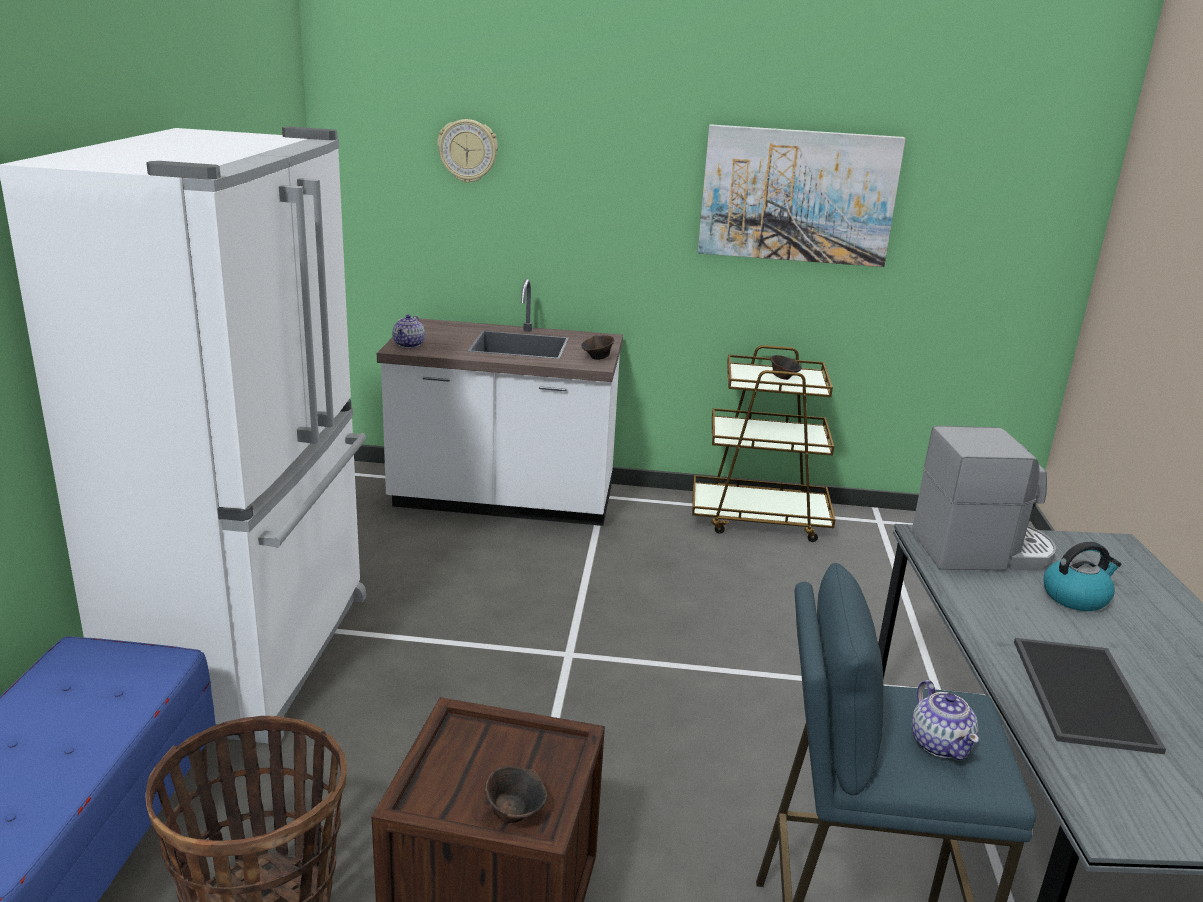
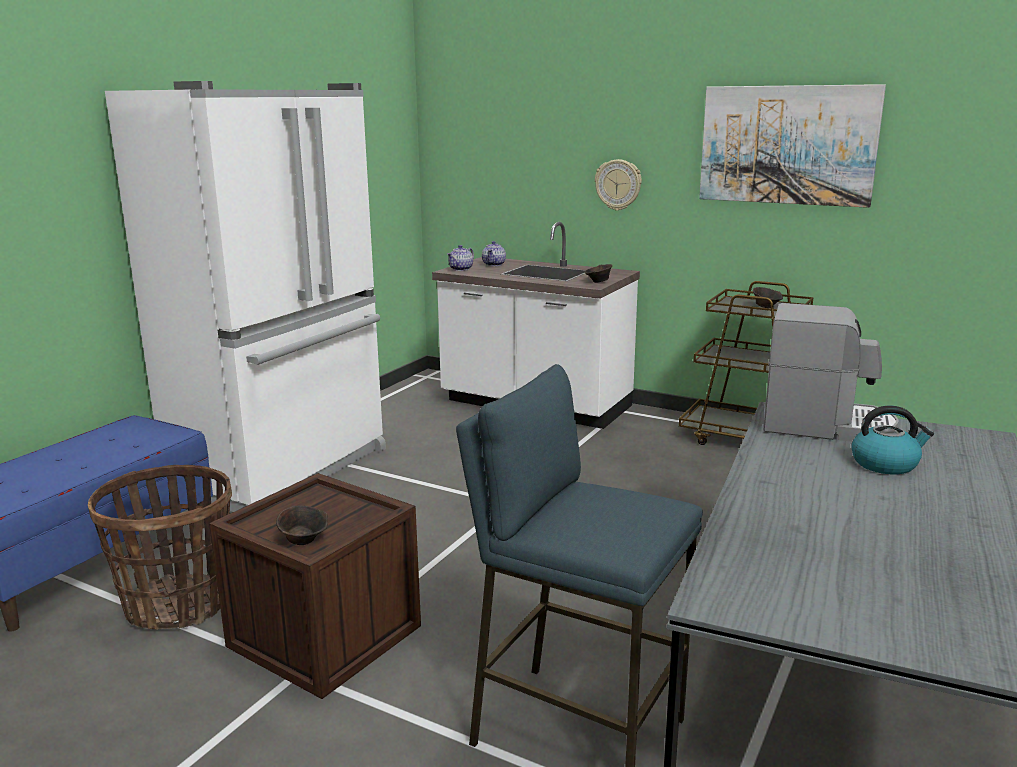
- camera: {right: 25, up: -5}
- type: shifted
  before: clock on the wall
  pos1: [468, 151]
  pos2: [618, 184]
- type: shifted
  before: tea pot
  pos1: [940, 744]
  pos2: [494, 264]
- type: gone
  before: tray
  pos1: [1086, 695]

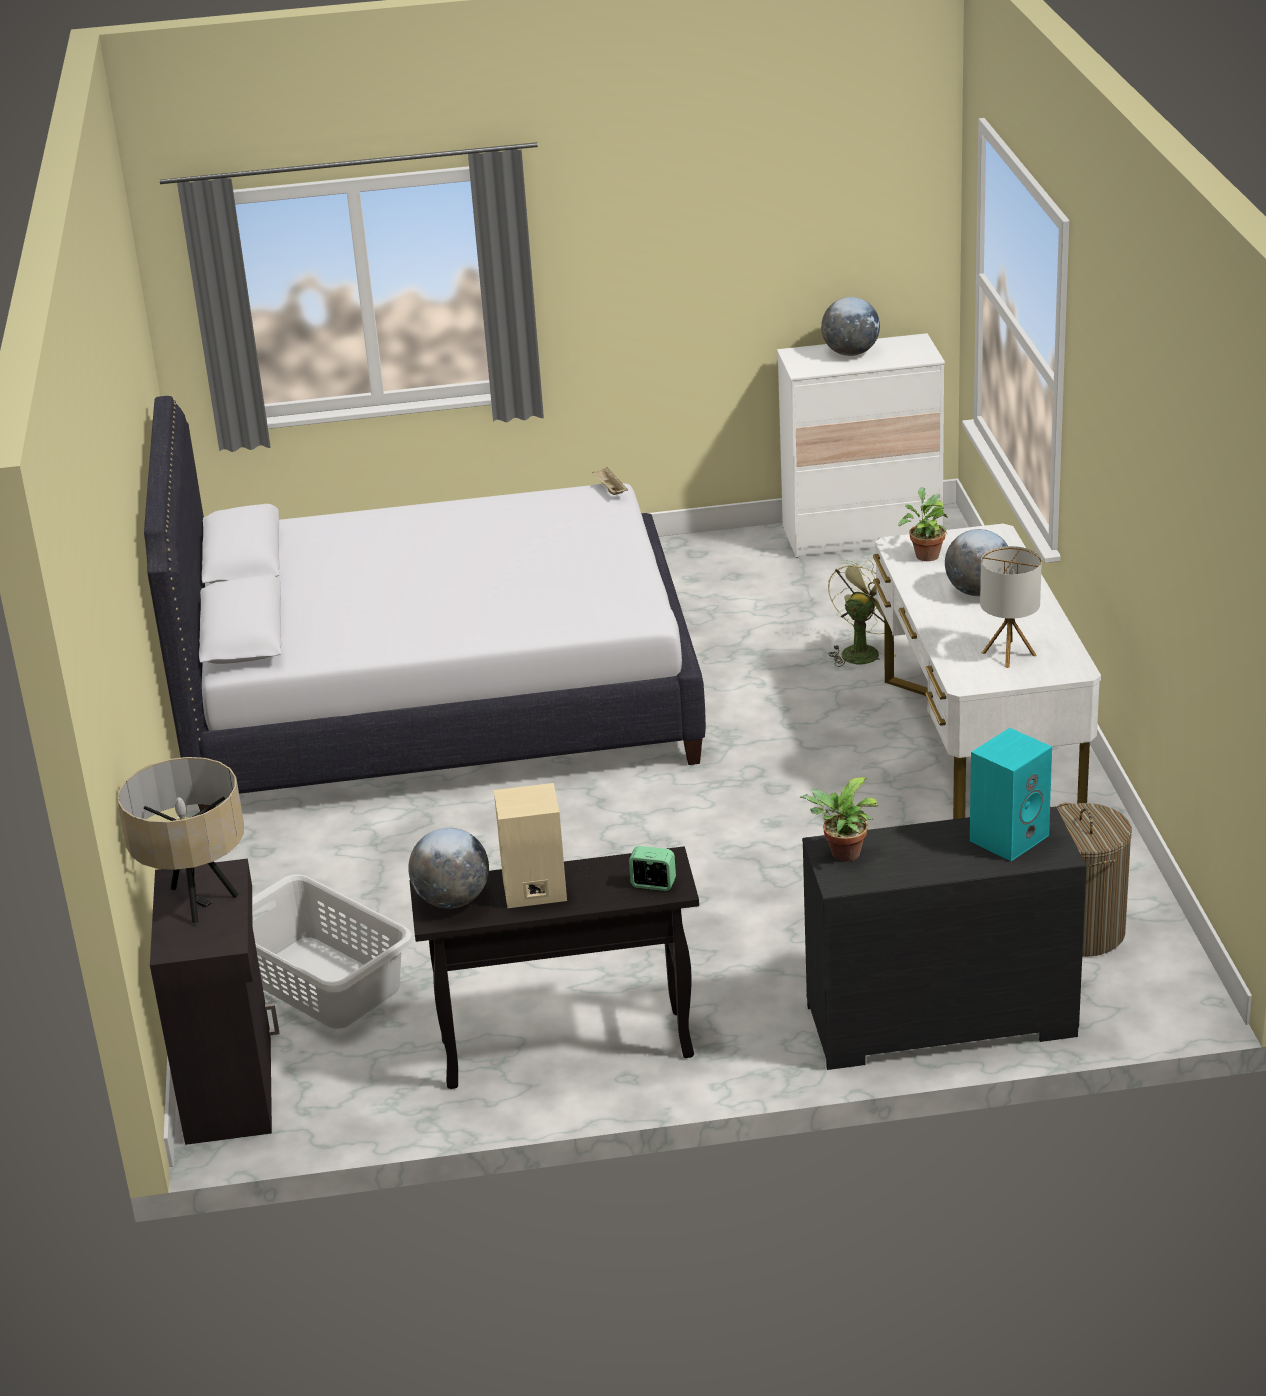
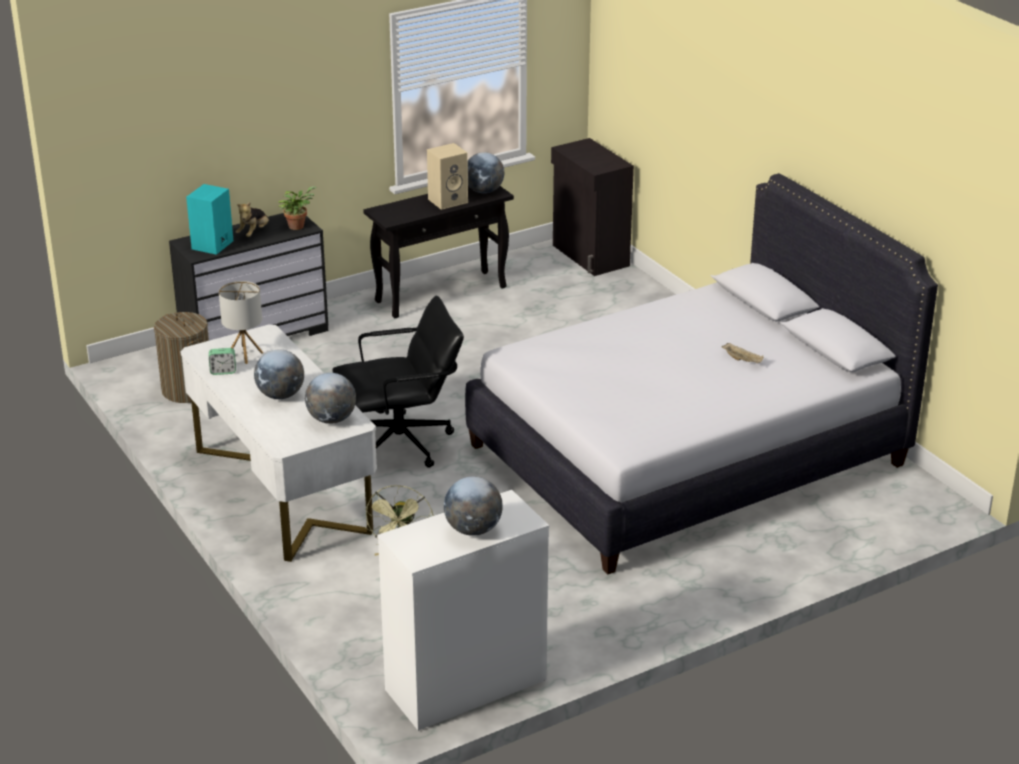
- camera: {right: 155, up: 0}
- type: gone
  before: lamp for a table (sand-coloured)
  pos1: [197, 900]
- type: gone
  before: washing basket (gray)
  pos1: [322, 984]
- type: shifted
  before: tray (sand-coloured)
  pos1: [610, 489]
  pos2: [743, 360]
- type: shifted
  before: bedside clock
  pos1: [653, 884]
  pos2: [223, 371]
- type: swapped
  before: plant in a pot
  after: world globe
  pos1: [925, 554]
  pos2: [331, 419]
- type: new
  after: soft toy
  pos2: [254, 233]
- type: new
  after: computer chair (blackish)
  pos2: [401, 444]

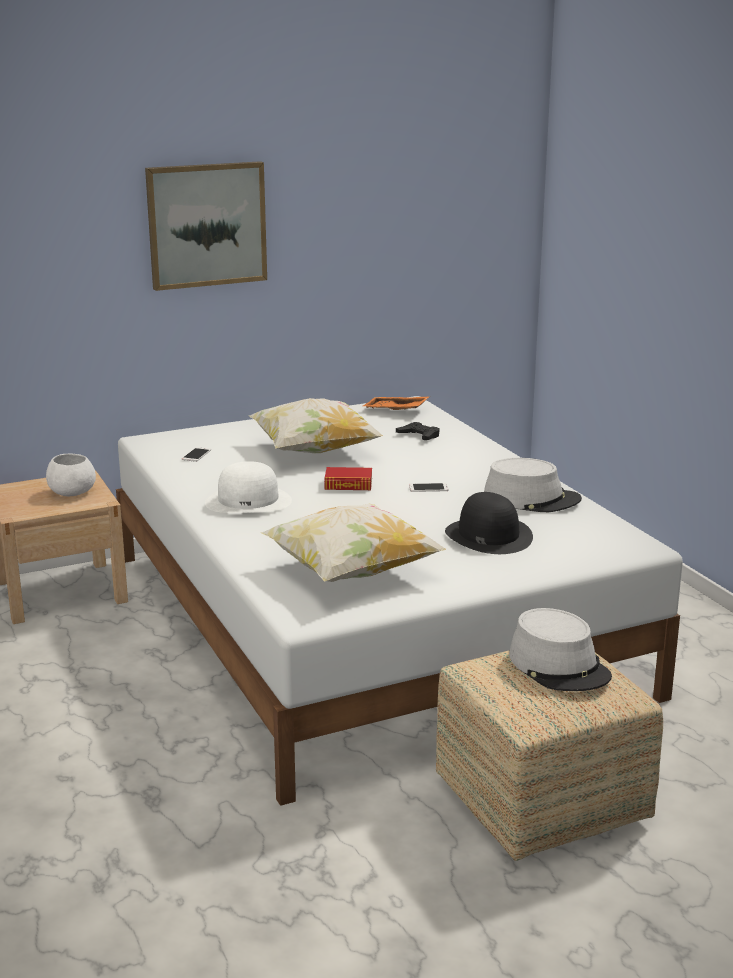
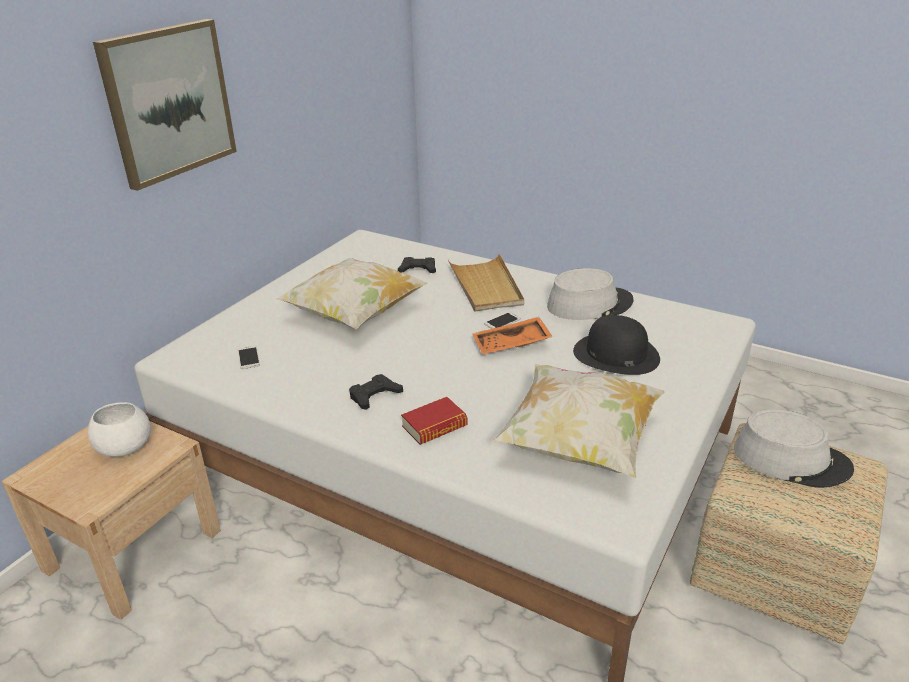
- camera: {right: -35, up: 10}
- type: swapped
  before: hat (white)
  after: joypad (blackish)
  pos1: [248, 501]
  pos2: [374, 396]
- type: shifted
  before: book
  pos1: [348, 484]
  pos2: [434, 426]
- type: shifted
  before: tray (orangey)
  pos1: [395, 410]
  pos2: [511, 345]
- type: new
  after: tray (sand-coloured)
  pos2: [486, 286]

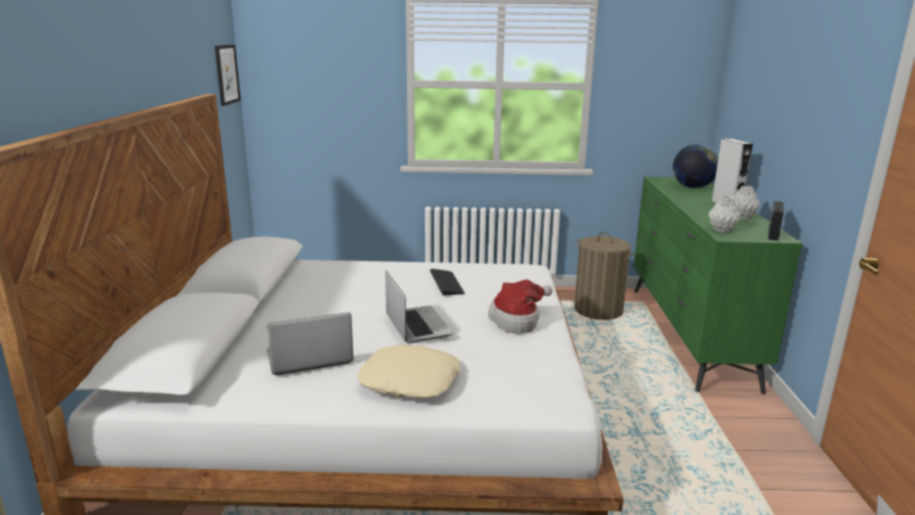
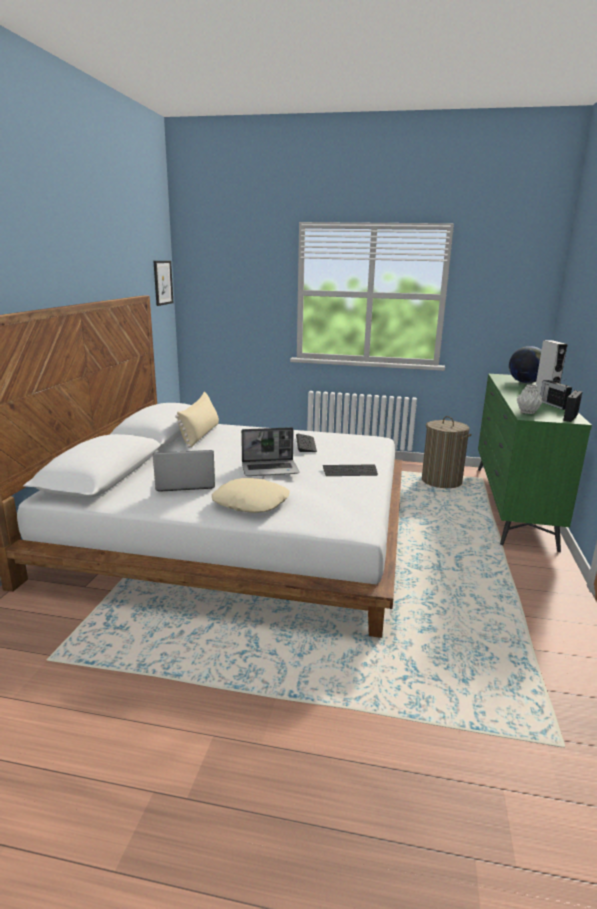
- camera: {right: 10, up: 0}
- type: rotated
  before: laptop
  pos1: [416, 325]
  pos2: [270, 469]
  turn: 90
- type: swapped
  before: hat
  after: PC keyboard
  pos1: [518, 320]
  pos2: [350, 472]
- type: swapped
  before: vase (gray)
  after: radio
  pos1: [742, 217]
  pos2: [552, 405]
- type: new
  after: cushion (sand-coloured)
  pos2: [200, 435]

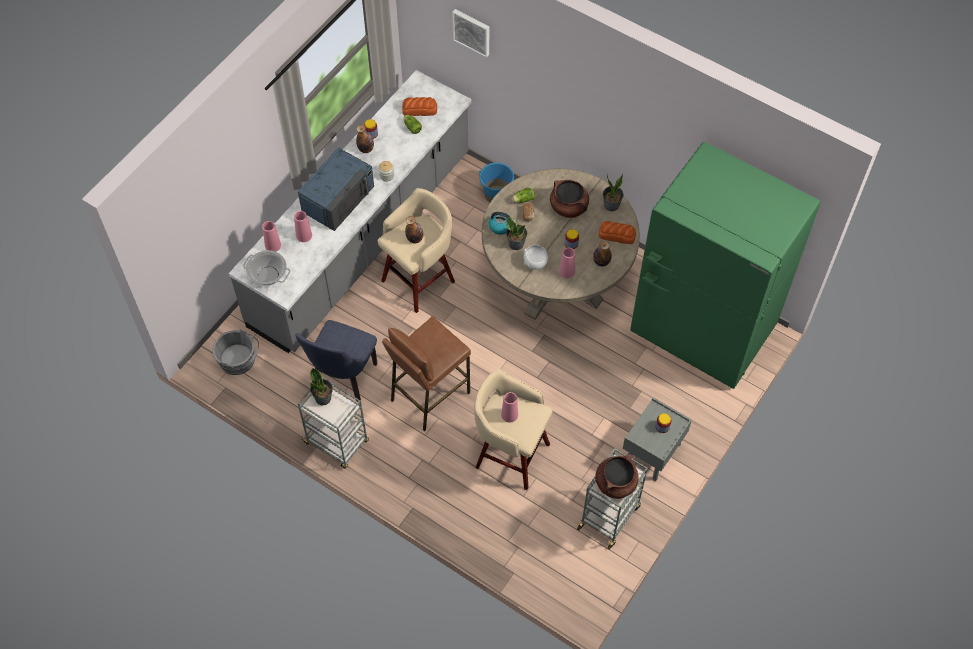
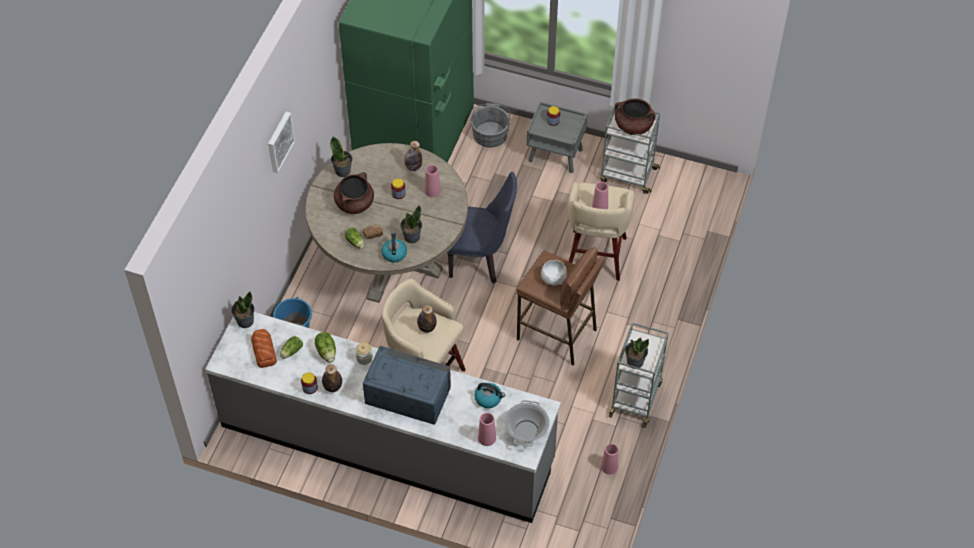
- camera: {right: -105, up: -5}
- type: shifted
  before: pail (gray)
  pos1: [239, 360]
  pos2: [490, 132]
- type: shifted
  before: vase (pinkish)
  pos1: [304, 235]
  pos2: [609, 467]
- type: shifted
  before: upright chair (blue)
  pos1: [343, 379]
  pos2: [481, 261]
- type: shifted
  before: wall art
  pos1: [472, 31]
  pos2: [279, 141]
- type: shifted
  before: serving bowl (white)
  pos1: [535, 263]
  pos2: [553, 278]
- type: gone
  before: bread
  pos1: [617, 235]
- type: new
  after: plant in a pot
  pos2: [245, 321]
- type: new
  after: lettuce
  pos2: [327, 352]
- type: new
  after: tea kettle
  pos2: [488, 398]

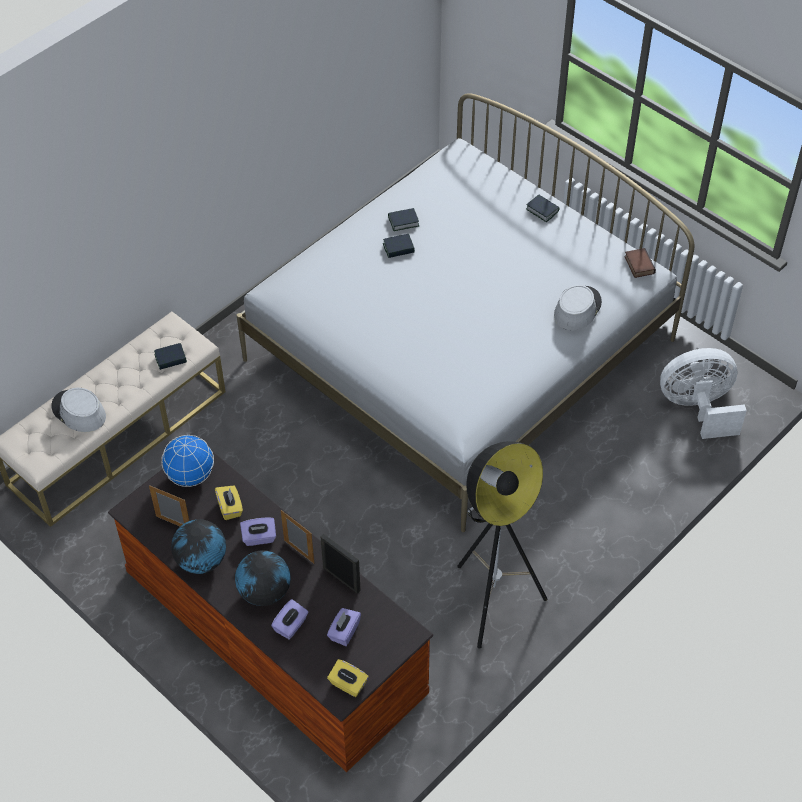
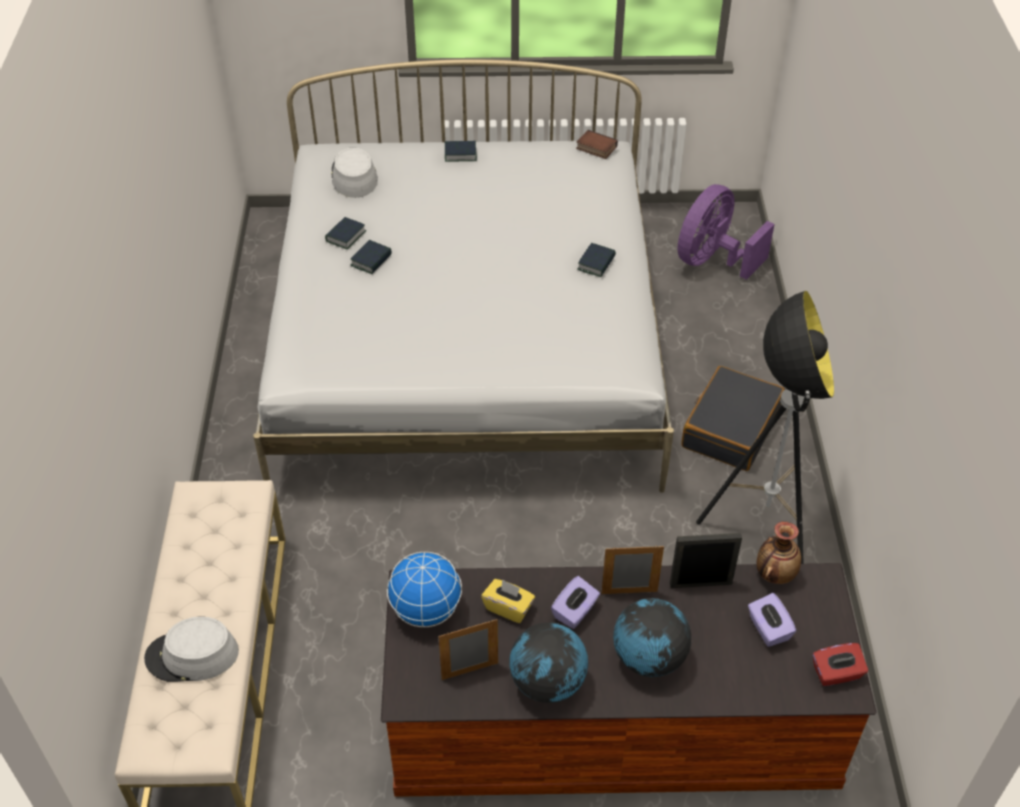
- camera: {right: -45, up: -5}
- type: shifted
  before: book
  pos1: [170, 359]
  pos2: [596, 263]
- type: gone
  before: box of tissues (purple-coloured)
  pos1: [291, 626]
- type: repainted
  before: box of tissues (yellow-coloured)
  after: box of tissues (red-coloured)
  pos1: [348, 684]
  pos2: [836, 673]
- type: shifted
  before: hat (gray)
  pos1: [577, 309]
  pos2: [353, 176]
- type: repainted
  before: fan (white)
  after: fan (purple-coloured)
  pos1: [698, 408]
  pos2: [712, 260]
- type: new
  after: travel case (blackish)
  pos2: [730, 428]
- type: new
  after: vase
  pos2: [774, 573]

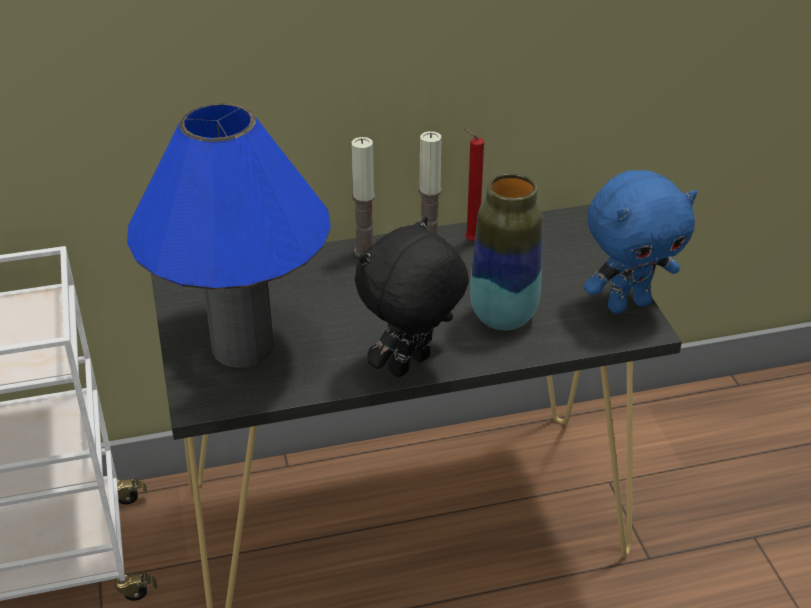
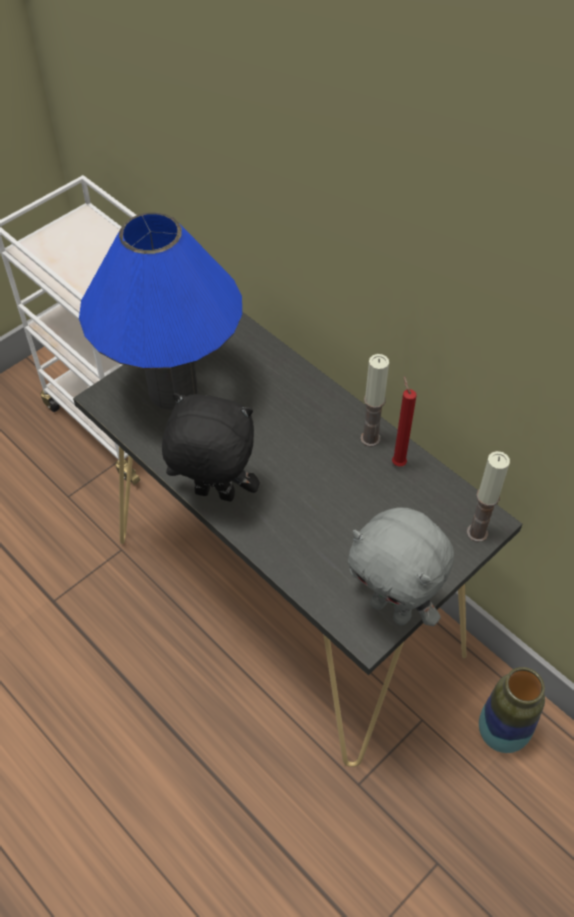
- camera: {right: 60, up: 15}
- type: shifted
  before: wax light
  pos1: [365, 252]
  pos2: [477, 533]
- type: shifted
  before: vase
  pos1: [503, 317]
  pos2: [501, 733]
- type: repainted
  before: soft toy (blue)
  after: soft toy (gray)
  pos1: [628, 304]
  pos2: [392, 609]

